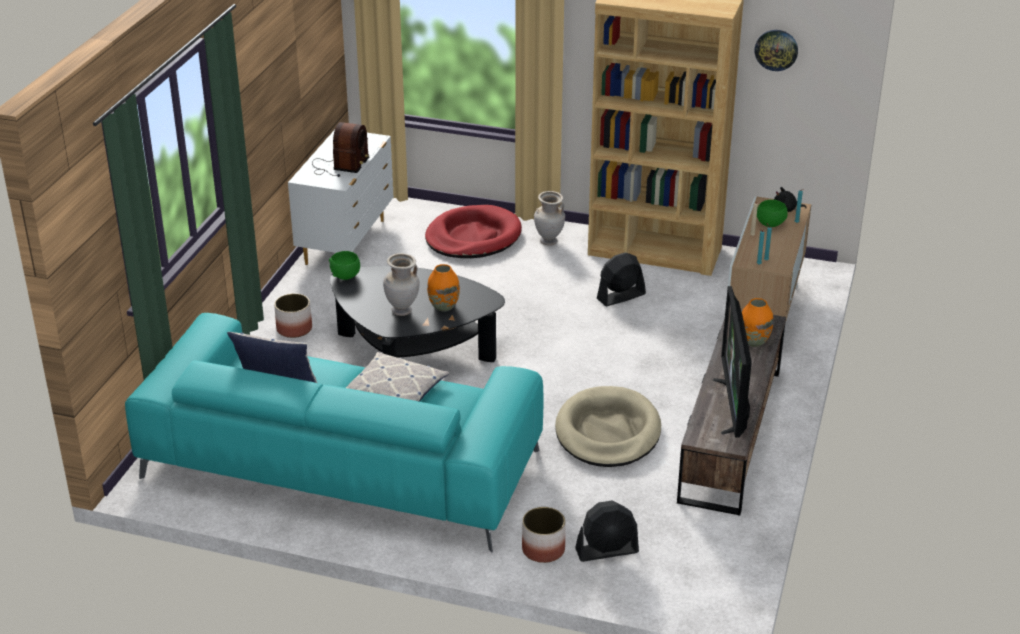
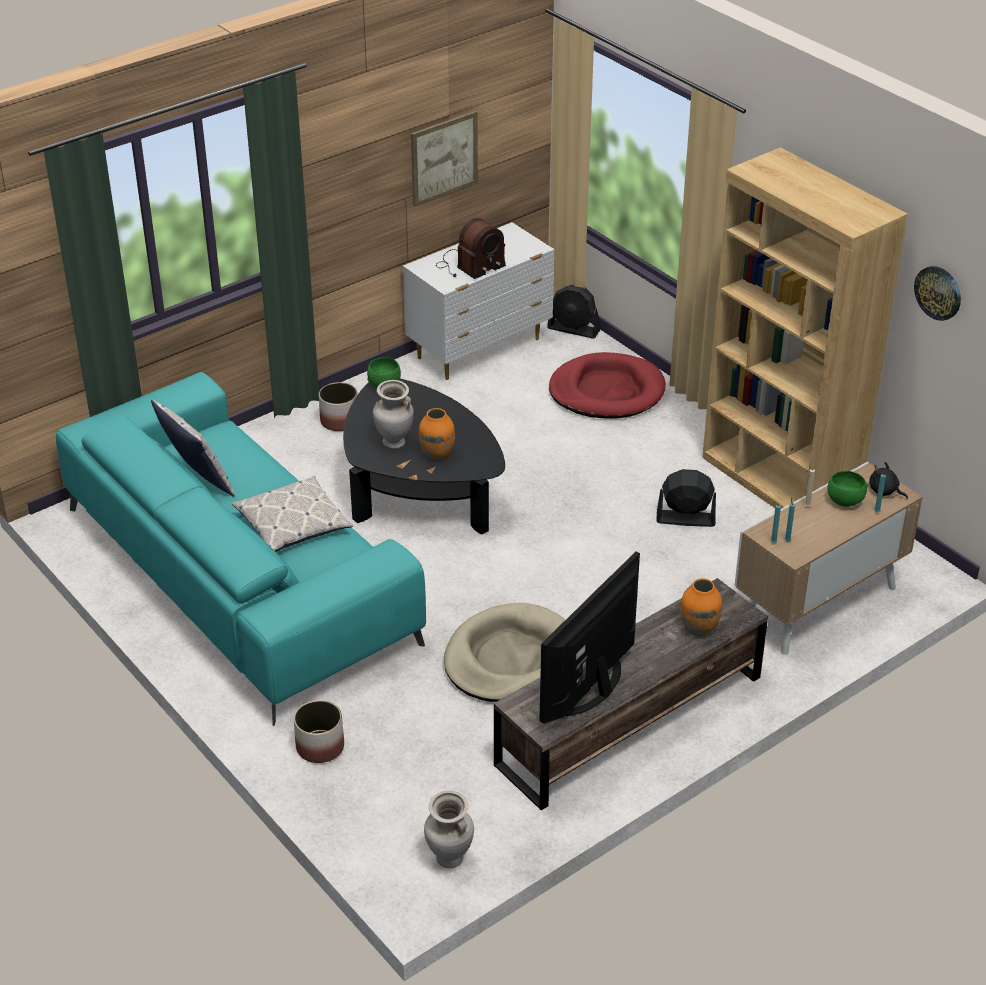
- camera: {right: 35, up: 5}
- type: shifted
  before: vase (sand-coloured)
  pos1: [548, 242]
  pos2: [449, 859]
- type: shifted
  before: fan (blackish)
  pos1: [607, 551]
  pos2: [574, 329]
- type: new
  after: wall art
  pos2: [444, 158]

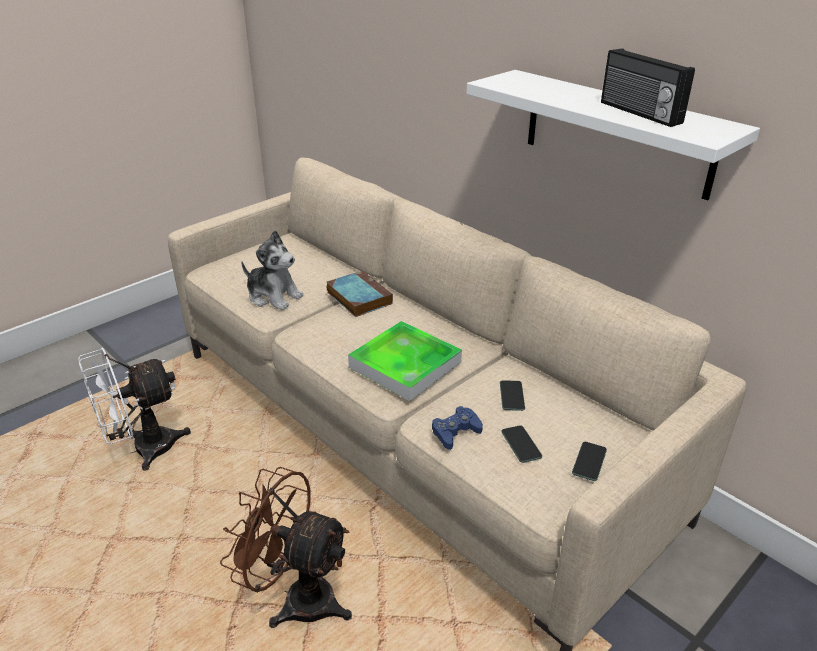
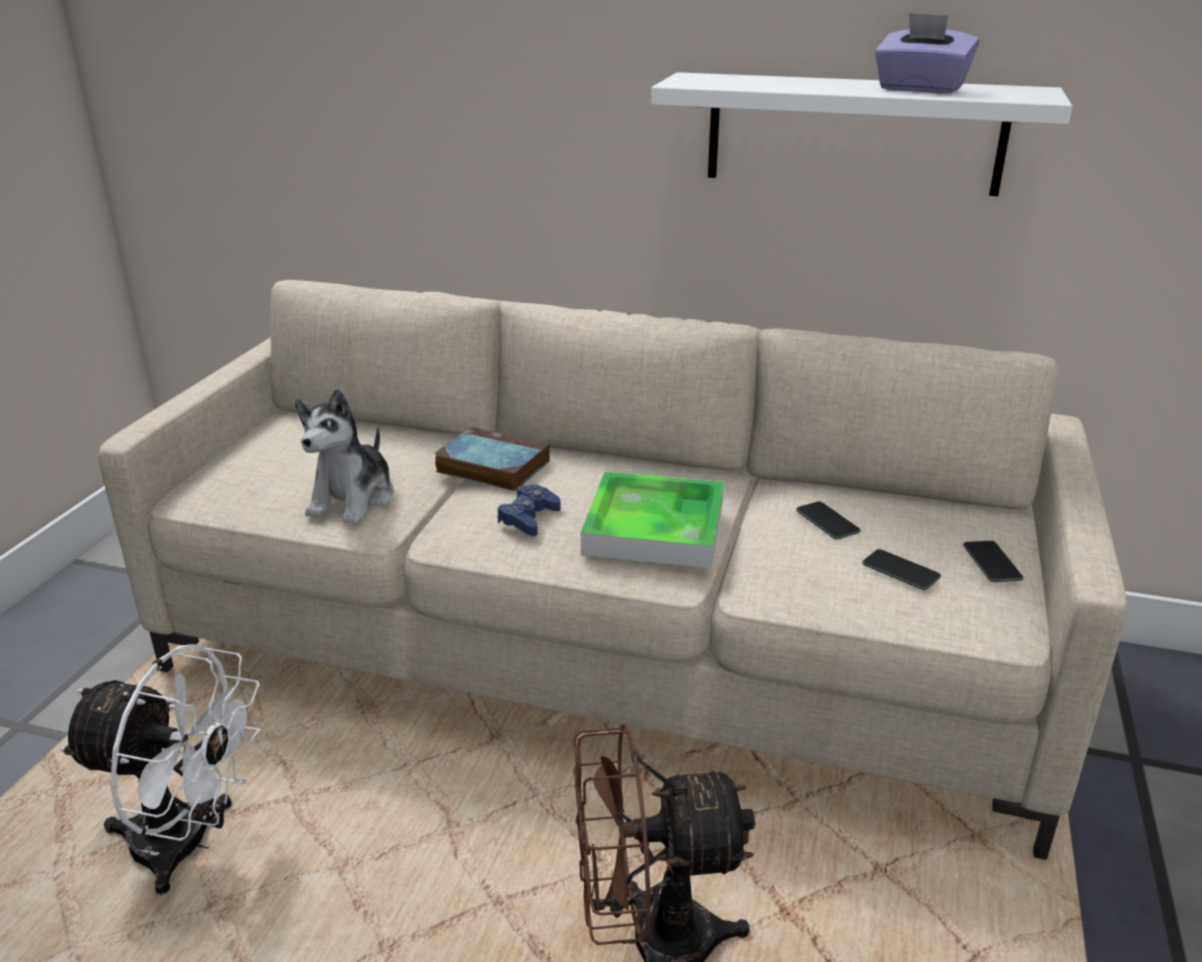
- camera: {right: -30, up: -5}
- type: rotated
  before: fan (white)
  pos1: [143, 450]
  pos2: [188, 846]
  turn: -105
- type: rotated
  before: soft toy
  pos1: [273, 296]
  pos2: [353, 499]
  turn: 105
- type: shifted
  before: joypad (blue)
  pos1: [455, 432]
  pos2: [529, 518]
- type: swapped
  before: radio
  after: box of tissues (purple-coloured)
  pos1: [639, 113]
  pos2: [920, 89]

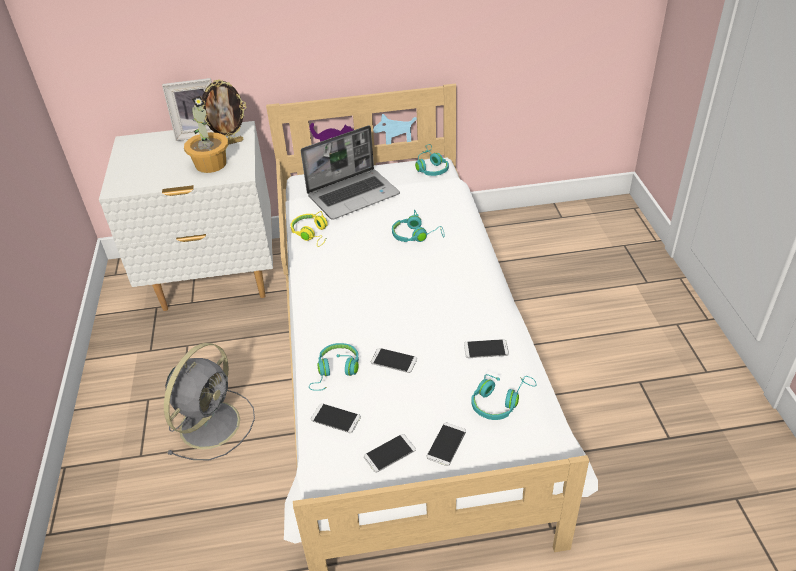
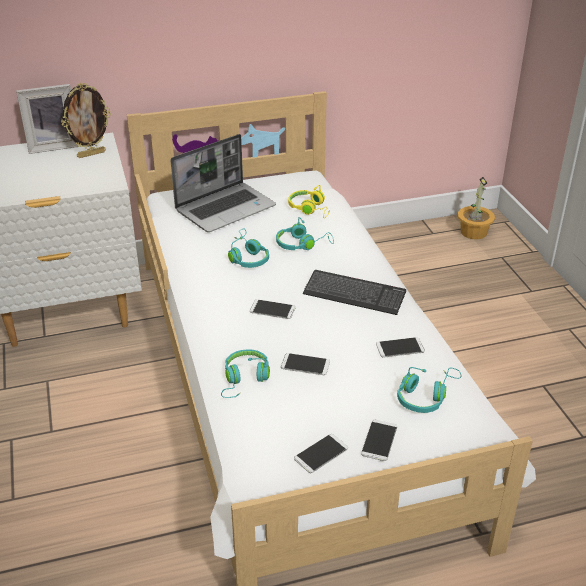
- camera: {right: -10, up: -5}
- type: gone
  before: fan (gray)
  pos1: [211, 422]
- type: shifted
  before: plant in a pot
  pos1: [210, 164]
  pos2: [473, 232]
- type: shifted
  before: pair of headphones (yellow-coloured)
  pos1: [312, 234]
  pos2: [310, 209]
- type: shifted
  before: handset
  pos1: [335, 418]
  pos2: [272, 310]
- type: shifted
  before: pair of headphones (blue-green)
  pos1: [431, 167]
  pos2: [247, 257]
- type: new
  after: PC keyboard
  pos2: [354, 294]

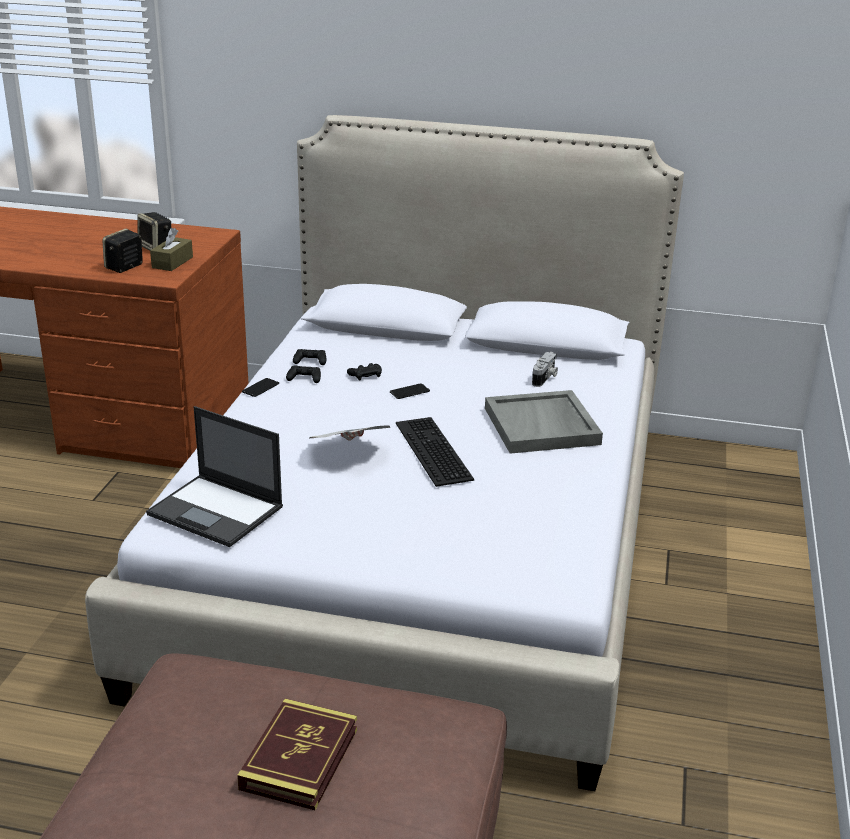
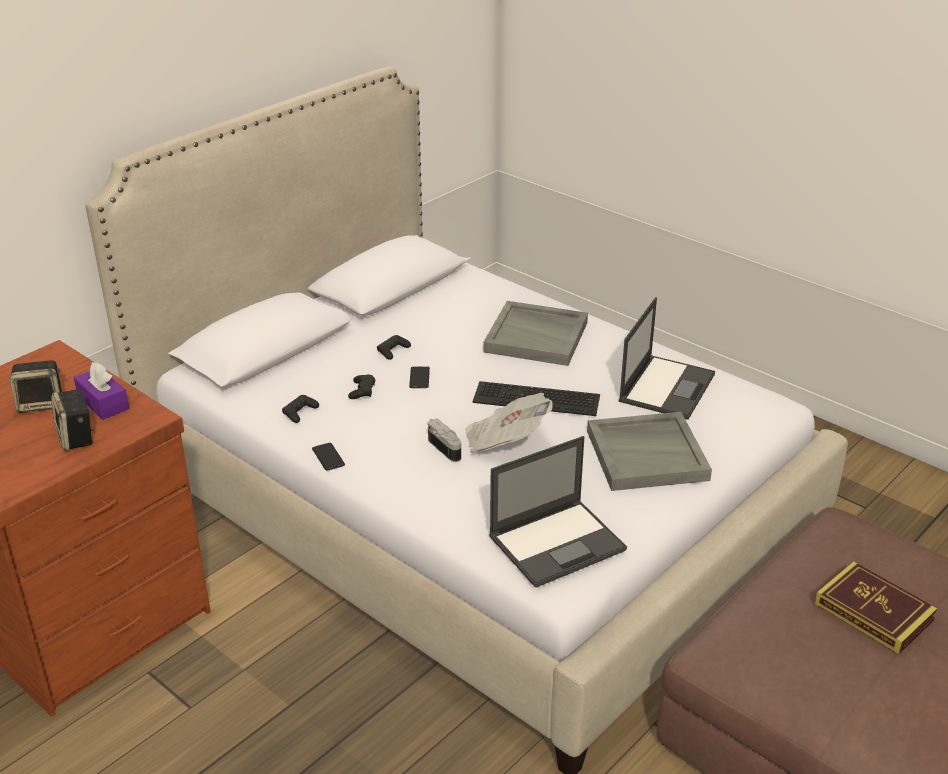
- camera: {right: -60, up: 5}
- type: repainted
  before: box of tissues (brownish)
  after: box of tissues (purple-coloured)
  pos1: [172, 262]
  pos2: [103, 403]
- type: shifted
  before: joypad (blackish)
  pos1: [304, 378]
  pos2: [393, 351]
- type: shifted
  before: still camera
  pos1: [545, 378]
  pos2: [446, 448]
- type: new
  after: tray (gray)
  pos2: [647, 454]
- type: new
  after: laptop
  pos2: [667, 387]

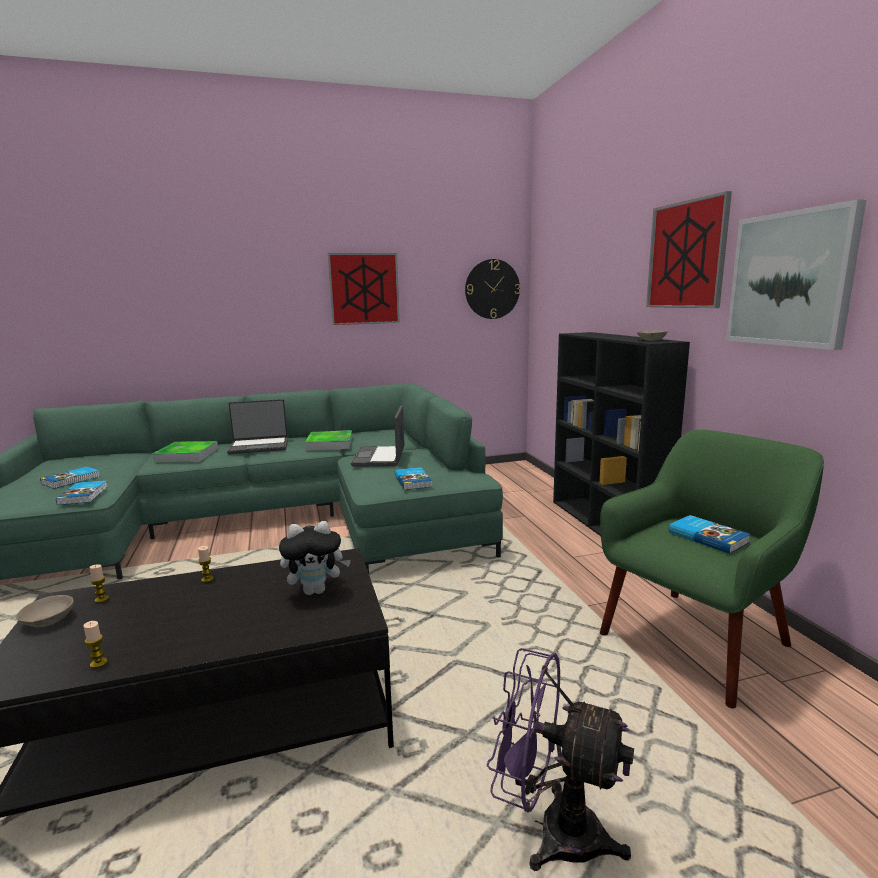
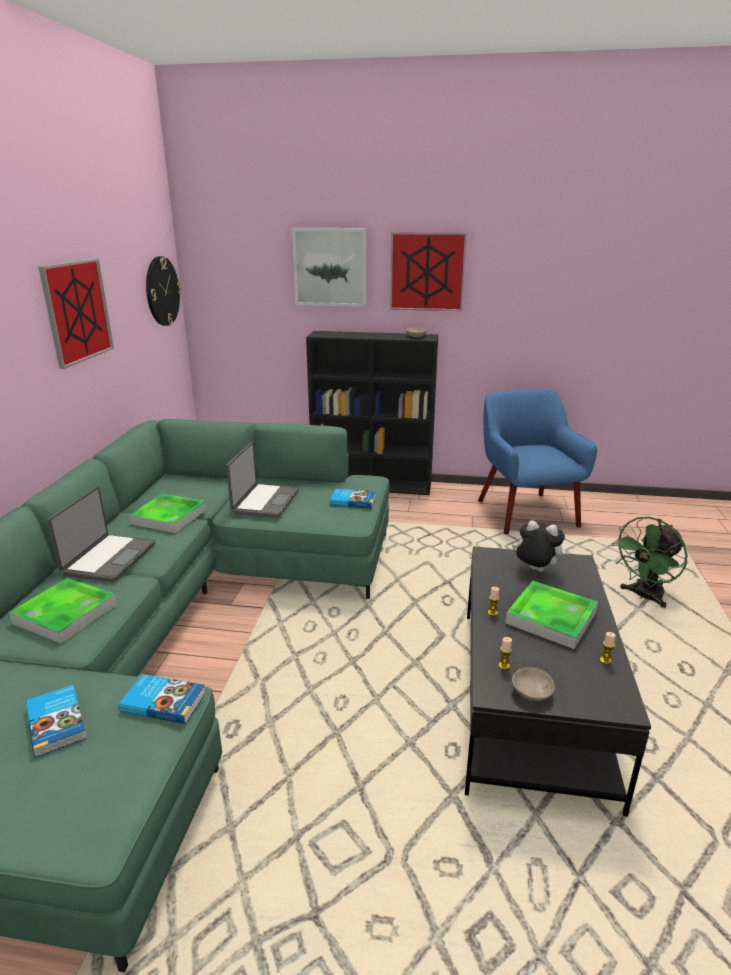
- camera: {right: -65, up: 10}
- type: rotated
  before: soft toy
  pos1: [316, 590]
  pos2: [534, 570]
  turn: -75
- type: rotated
  before: laptop
  pos1: [380, 458]
  pos2: [264, 501]
  turn: -105
- type: repainted
  before: fan (purple-coloured)
  after: fan (green)
  pos1: [553, 830]
  pos2: [643, 596]
- type: repainted
  before: lounge chair (green)
  after: lounge chair (blue)
  pos1: [697, 639]
  pos2: [525, 512]
- type: gone
  before: book
  pos1: [708, 537]
- type: shifted
  before: wall art
  pos1: [790, 279]
  pos2: [330, 267]
- type: new
  after: tray
  pos2: [551, 618]

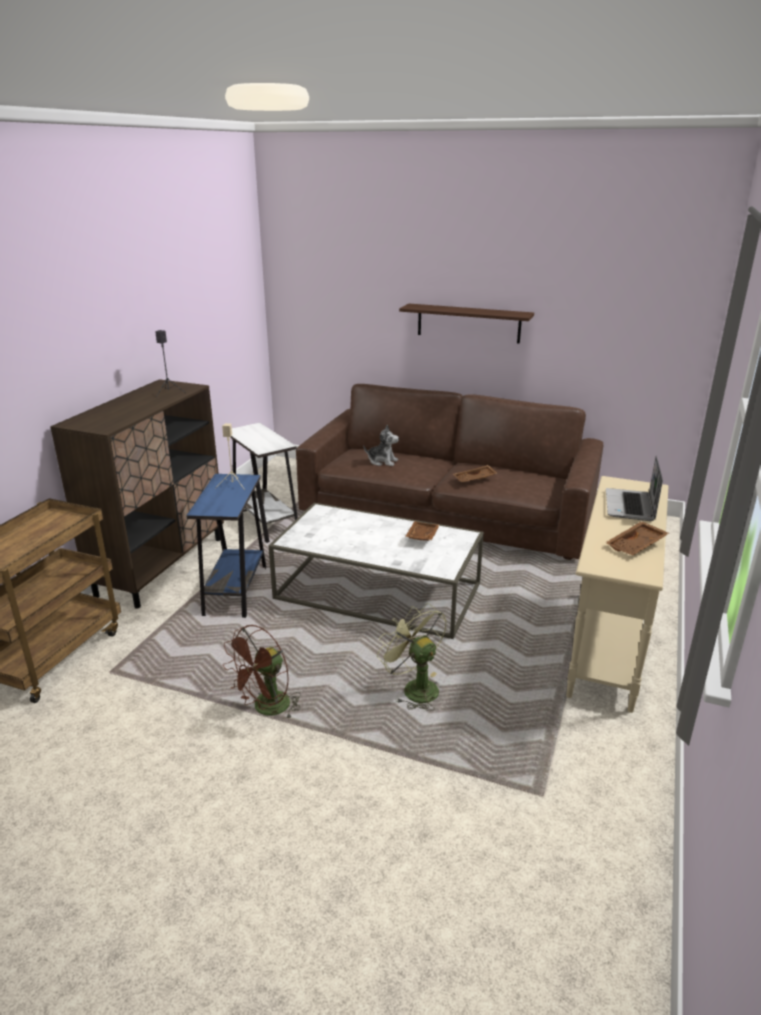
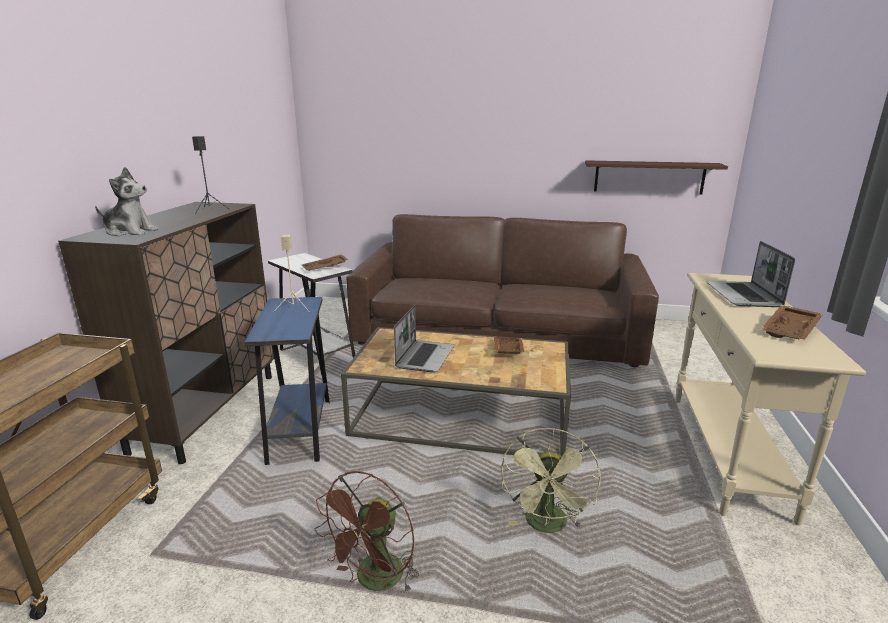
- camera: {right: -10, up: -5}
- type: repainted
  before: coffee table (white)
  after: coffee table (brownish)
  pos1: [378, 591]
  pos2: [461, 416]
- type: shifted
  before: soft toy
  pos1: [382, 461]
  pos2: [130, 232]
- type: rotated
  before: fan (green)
  pos1: [414, 688]
  pos2: [547, 526]
  turn: -120
- type: shifted
  before: bracket shelf
  pos1: [468, 323]
  pos2: [649, 177]
- type: shifted
  before: tray (brownish)
  pos1: [475, 479]
  pos2: [325, 268]
- type: new
  after: laptop
  pos2: [424, 357]

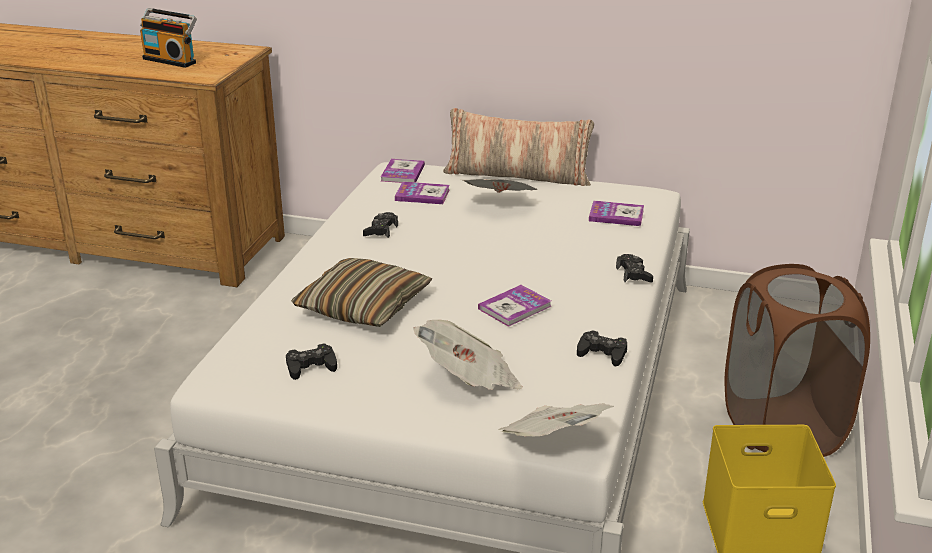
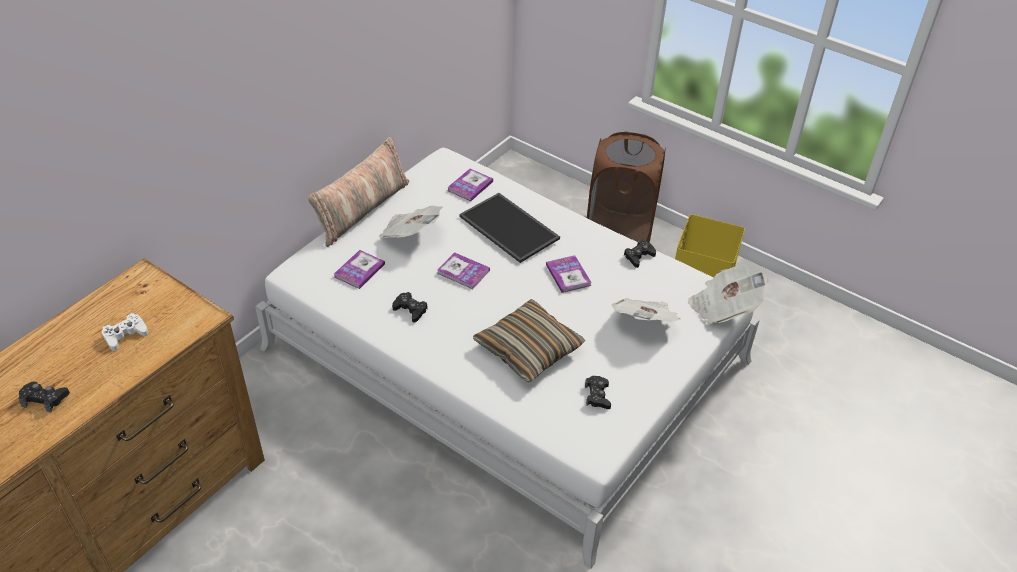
- camera: {right: -70, up: 15}
- type: swapped
  before: radio
  after: joypad (white)
  pos1: [171, 60]
  pos2: [125, 335]
- type: shifted
  before: book
  pos1: [402, 173]
  pos2: [463, 272]
- type: shifted
  before: joypad (blackish)
  pos1: [634, 274]
  pos2: [45, 399]
- type: new
  after: tray
  pos2: [511, 227]

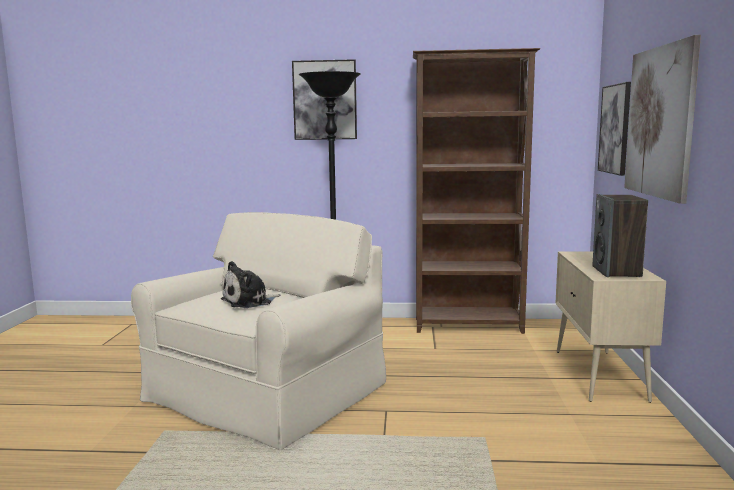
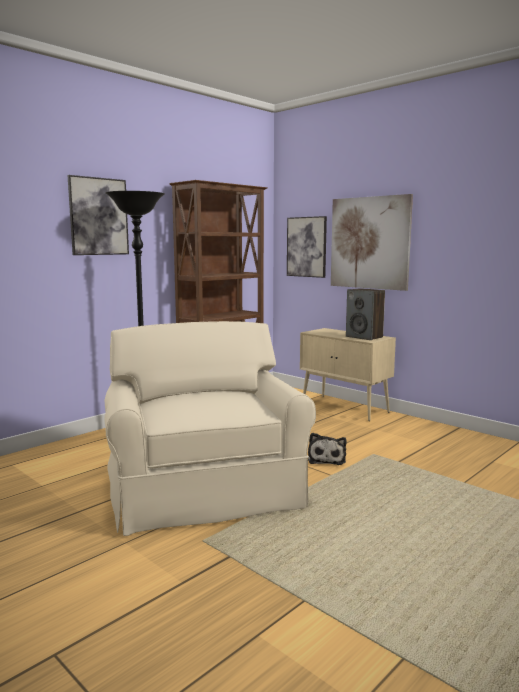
- camera: {right: -50, up: 0}
- type: shifted
  before: soft toy
  pos1: [249, 301]
  pos2: [326, 459]

